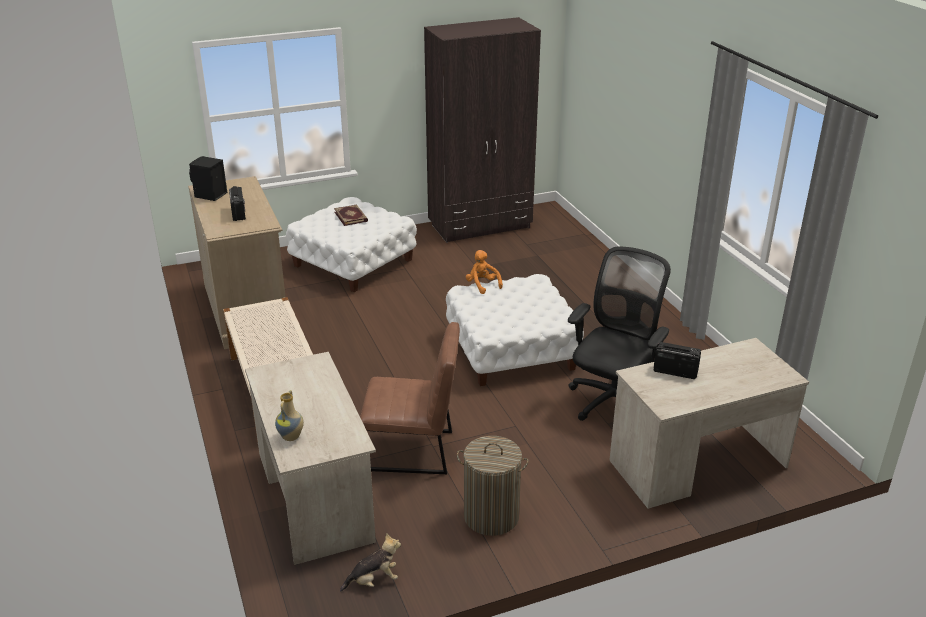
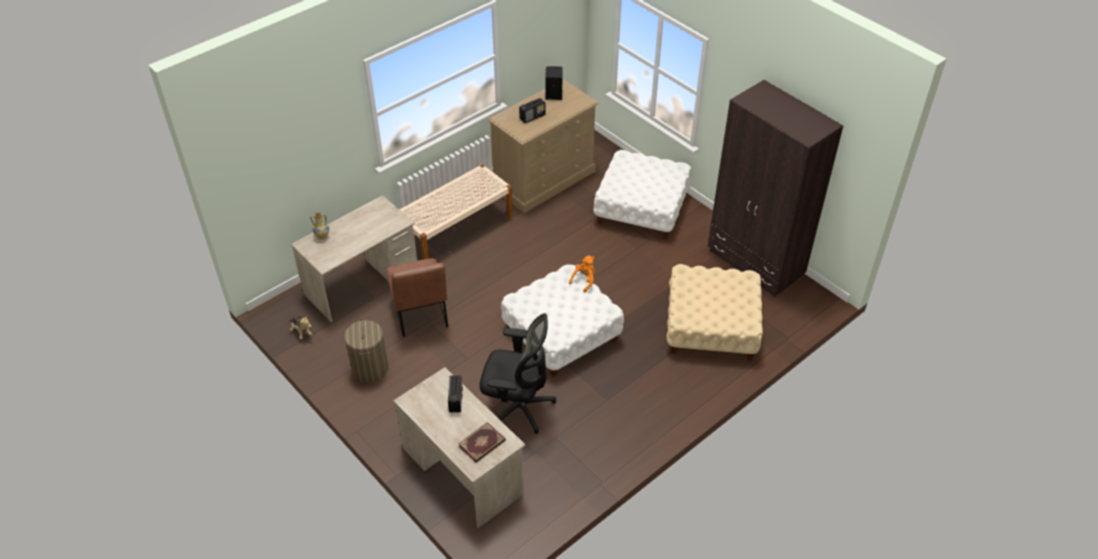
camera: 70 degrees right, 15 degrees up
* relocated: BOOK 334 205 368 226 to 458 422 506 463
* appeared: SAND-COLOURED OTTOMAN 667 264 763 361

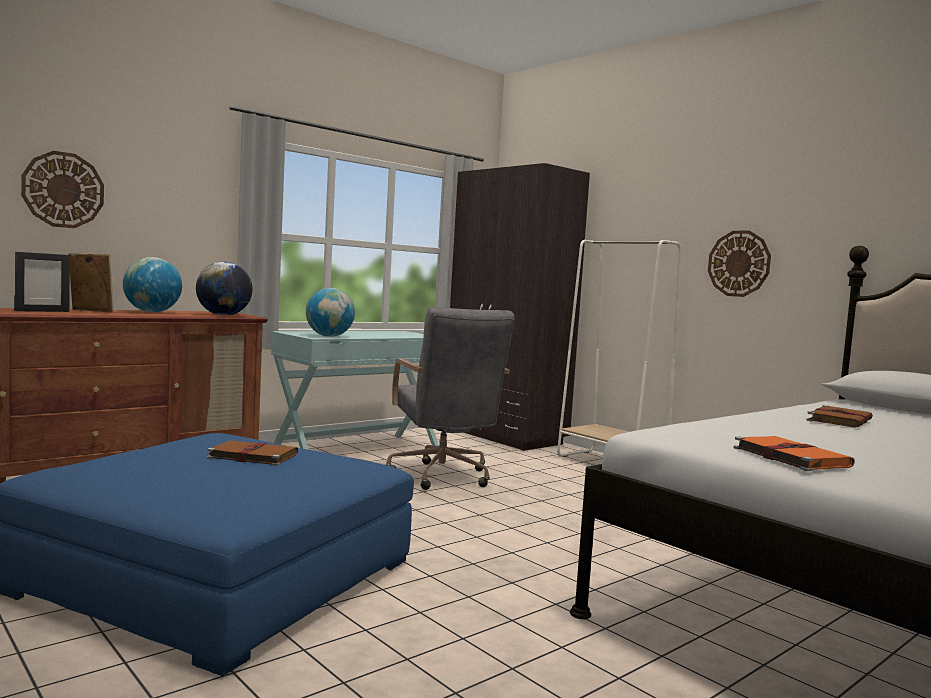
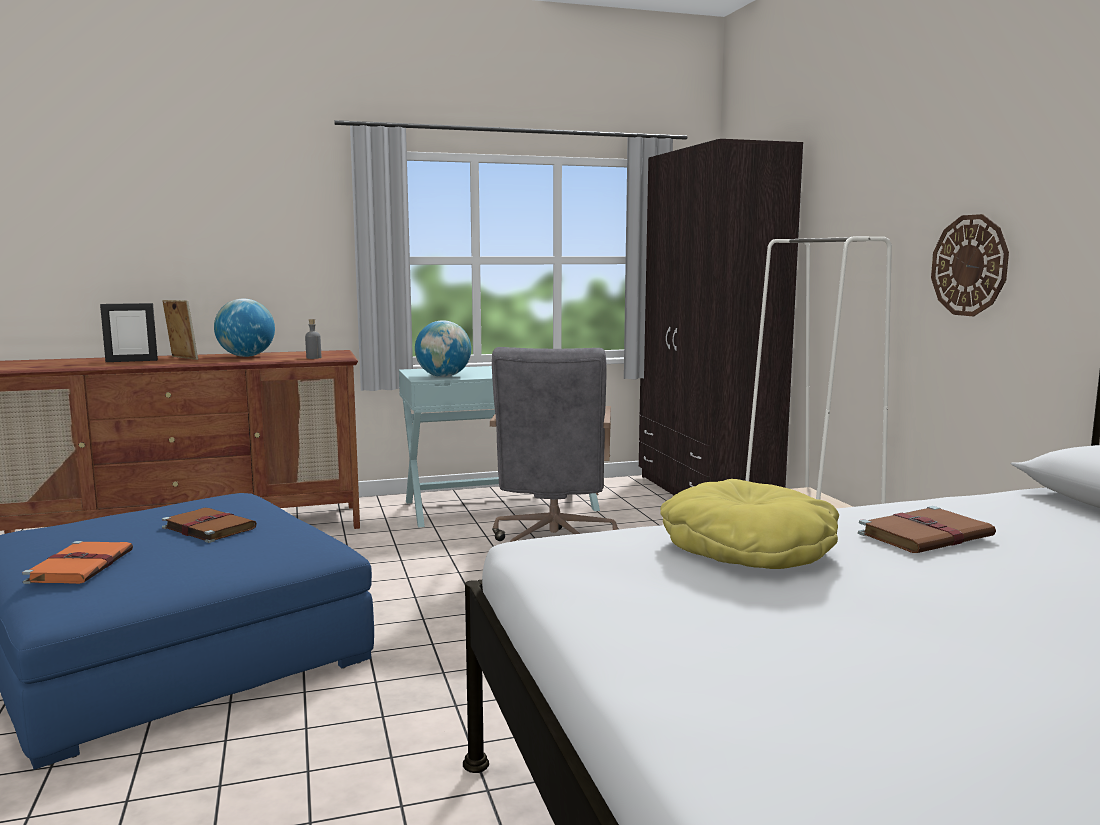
camera: 25 degrees right, 5 degrees up
* missing: HANGING CLOCK 21 151 104 228
* exchanged: WORLD GLOBE 196 261 253 316 to GRAY BEVERAGE BOTTLE 305 319 321 359
* relocated: ORANGE BOOK 733 436 855 471 to 22 541 133 584
* appeared: YELLOW-COLOURED CUSHION 660 479 839 569

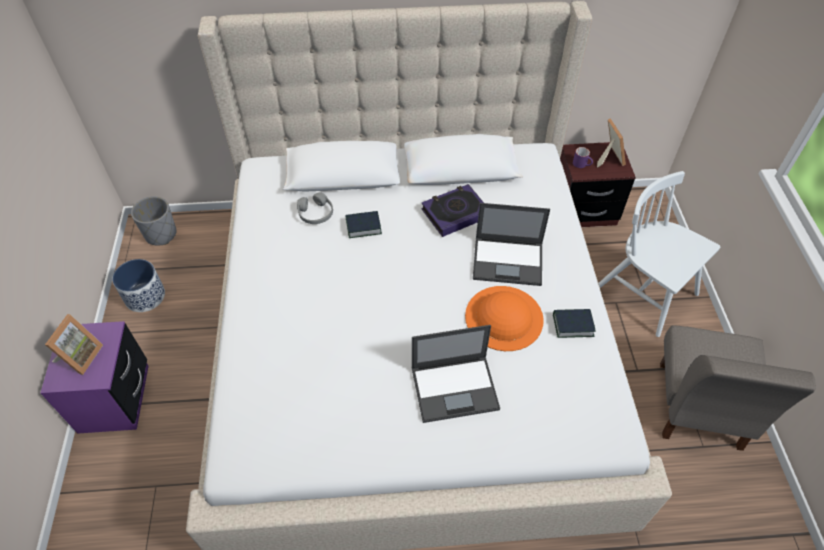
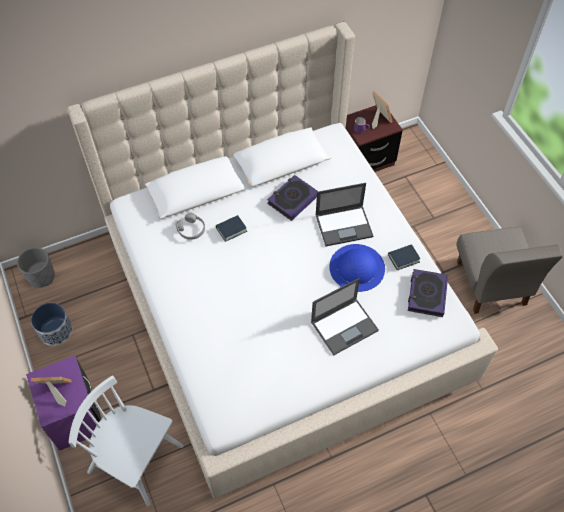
camera: 20 degrees left, 5 degrees up
* spun: PICTURE FRAME 45 314 103 375 = 31 377 71 406 90 degrees counterclockwise
* colour: ORANGE WEARABLE HAT 465 286 544 351 to BLUE-COLOURED WEARABLE HAT 329 244 385 292
* relocated: WHITISH UPRIGHT CHAIR 598 171 720 337 to 69 376 183 506
* appeared: BOOK 408 269 448 317

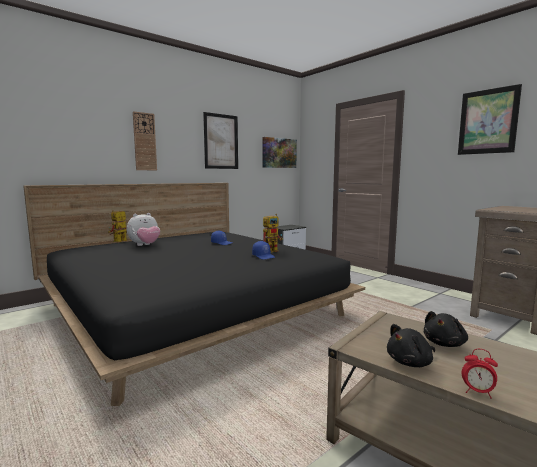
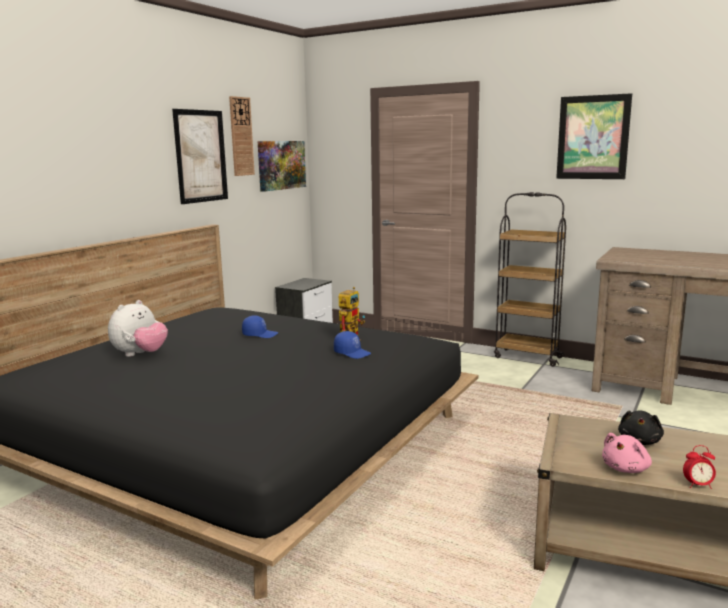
camera: 20 degrees left, 5 degrees up
* missing: ROBOT FIGURE 108 210 127 242
* relocated: HANGING CLOCK 133 111 157 170 to 229 96 255 176
* colour: BLACK PLUSH TOY 387 324 435 367 to PINKISH PLUSH TOY 602 433 652 473
* appeared: BROWN WHEELED CART 494 192 566 367

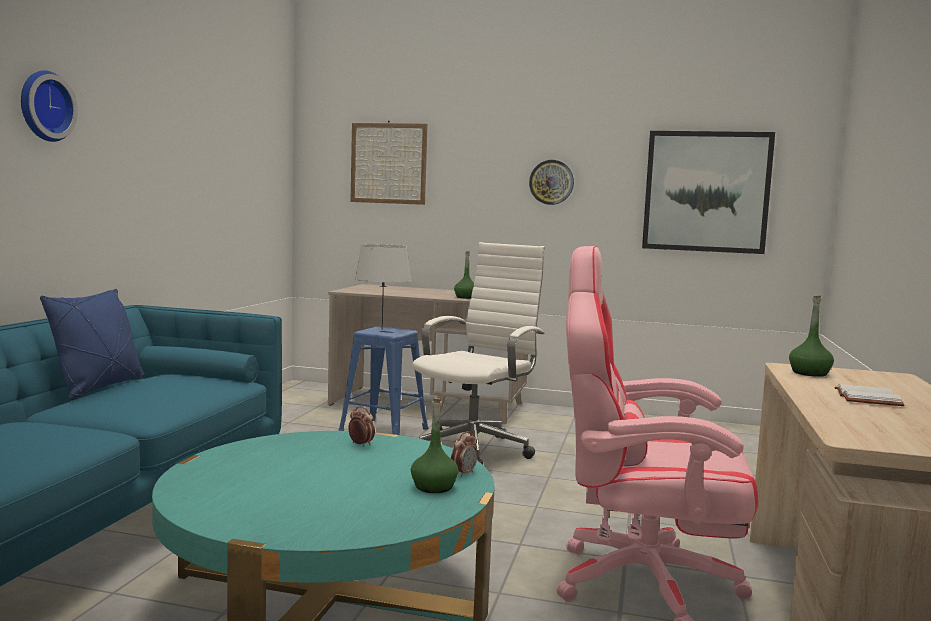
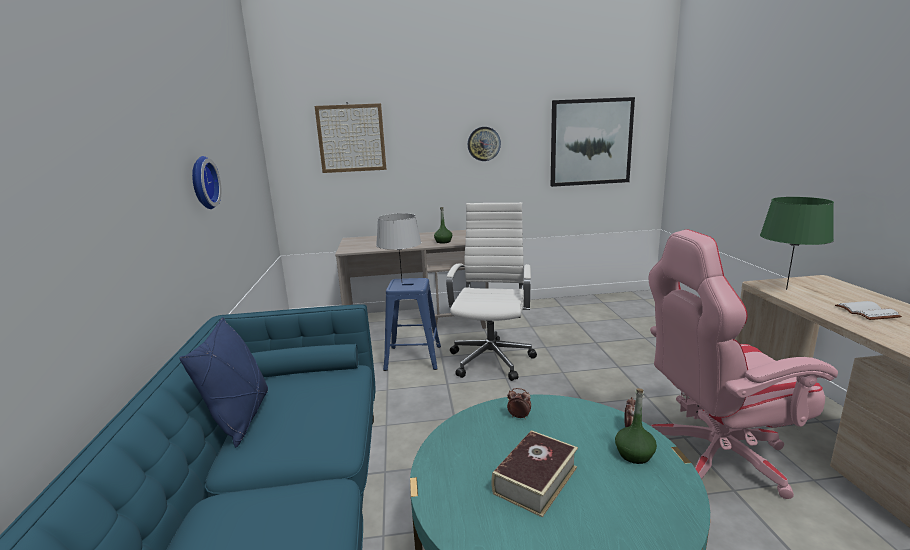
camera: 20 degrees left, 10 degrees up
* relocated: HANGING CLOCK 21 70 78 142 to 192 156 221 209
* exchanged: GREEN-COLOURED BEVERAGE BOTTLE 789 296 834 377 to GREEN-COLOURED LAMP FOR A TABLE 760 197 834 290
* appeared: BOOK 491 430 578 518

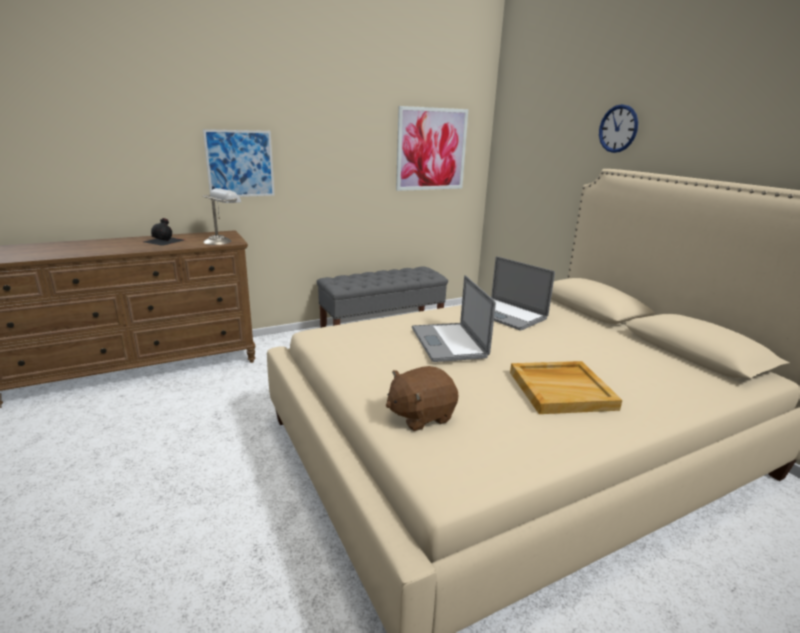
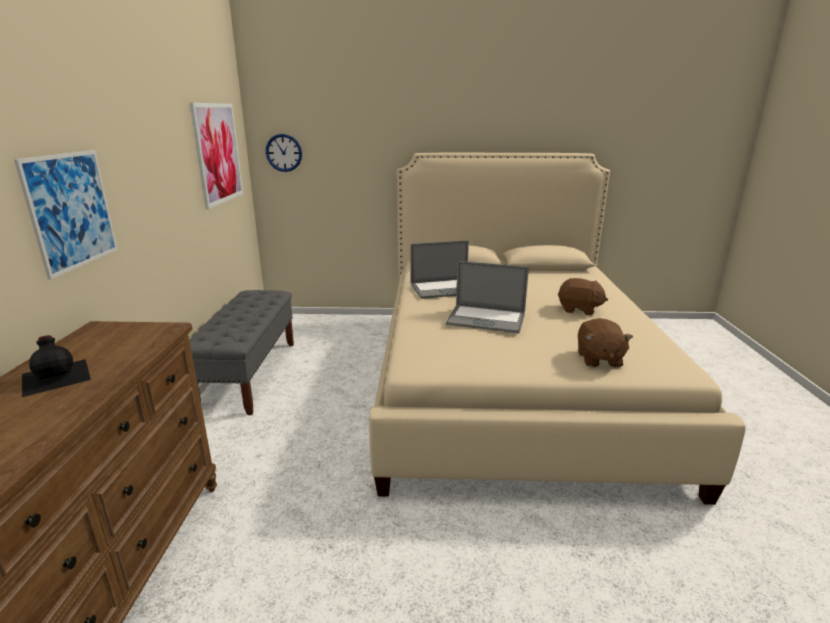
camera: 60 degrees left, 0 degrees up
* missing: WHITISH LAMP FOR A TABLE 203 188 241 245
* exchanged: SAND-COLOURED TRAY 510 361 622 414 to BROWN PLUSH TOY 558 278 608 315
* relocated: HANGING CLOCK 599 104 638 153 to 266 134 302 172

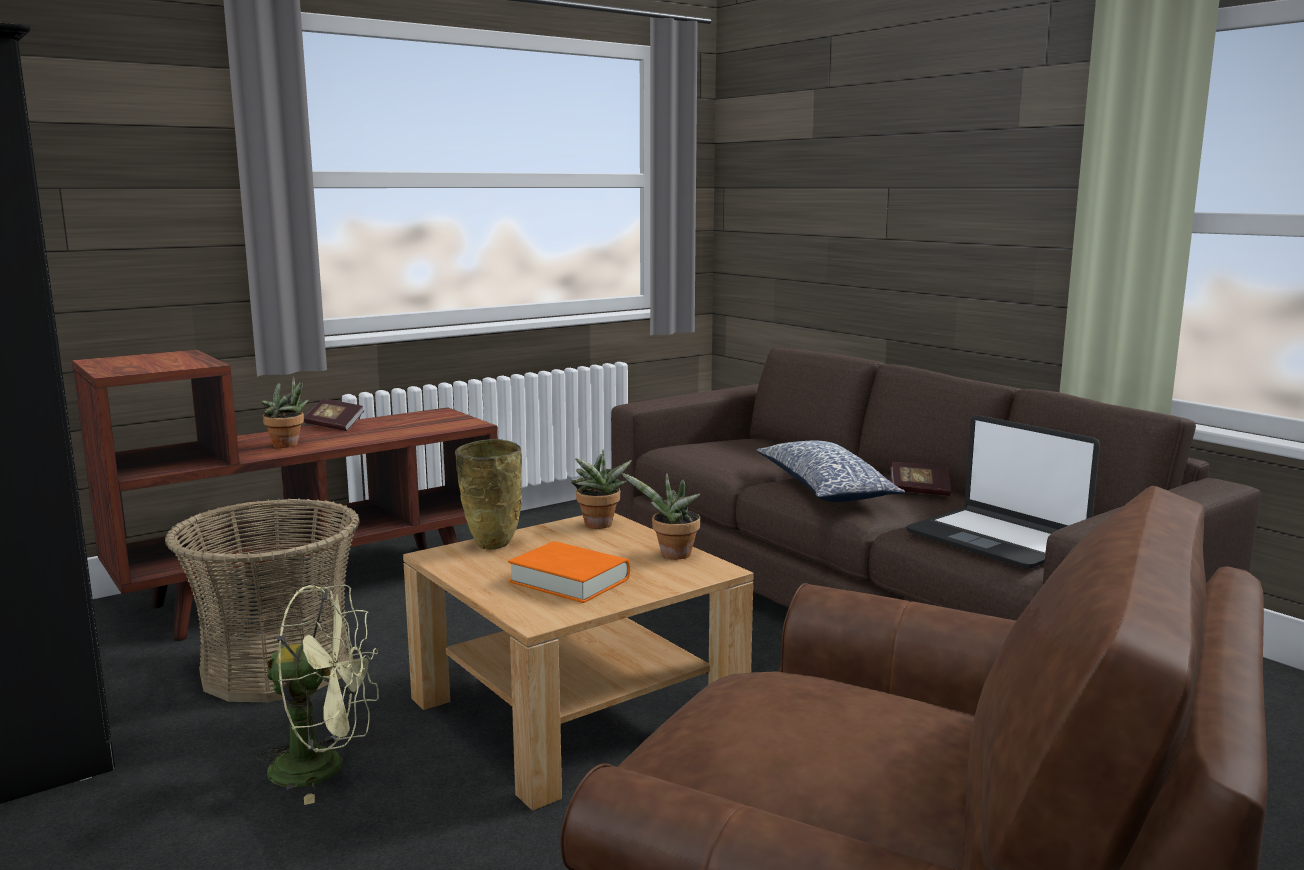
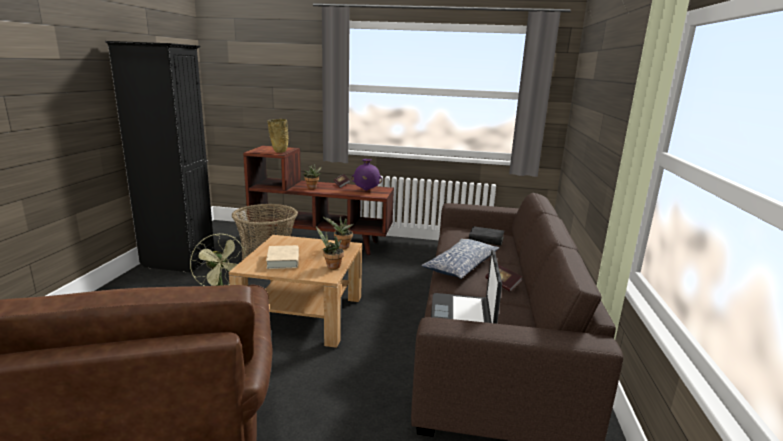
camera: 45 degrees right, 5 degrees up
* relocated: SAND-COLOURED DECORATIVE VASE 455 439 522 550 to 267 119 288 153
* colour: ORANGE BOOK 508 541 630 603 to SAND-COLOURED BOOK 266 245 299 269
* appeared: PURPLISH DECORATIVE VASE 351 159 382 191
* appeared: BLACK BOOK 469 226 504 245

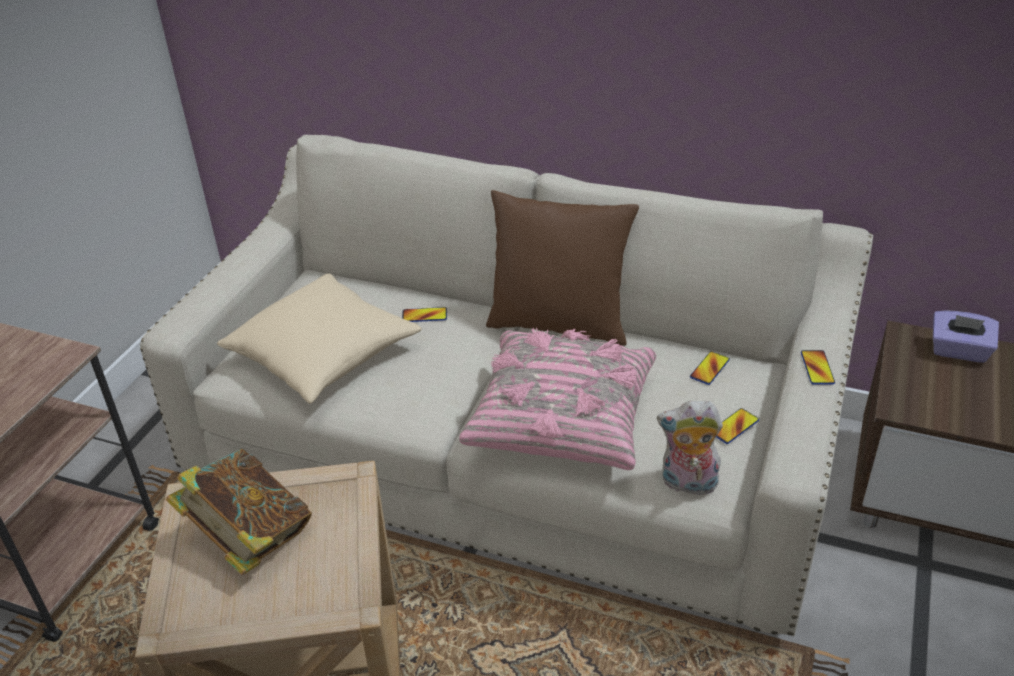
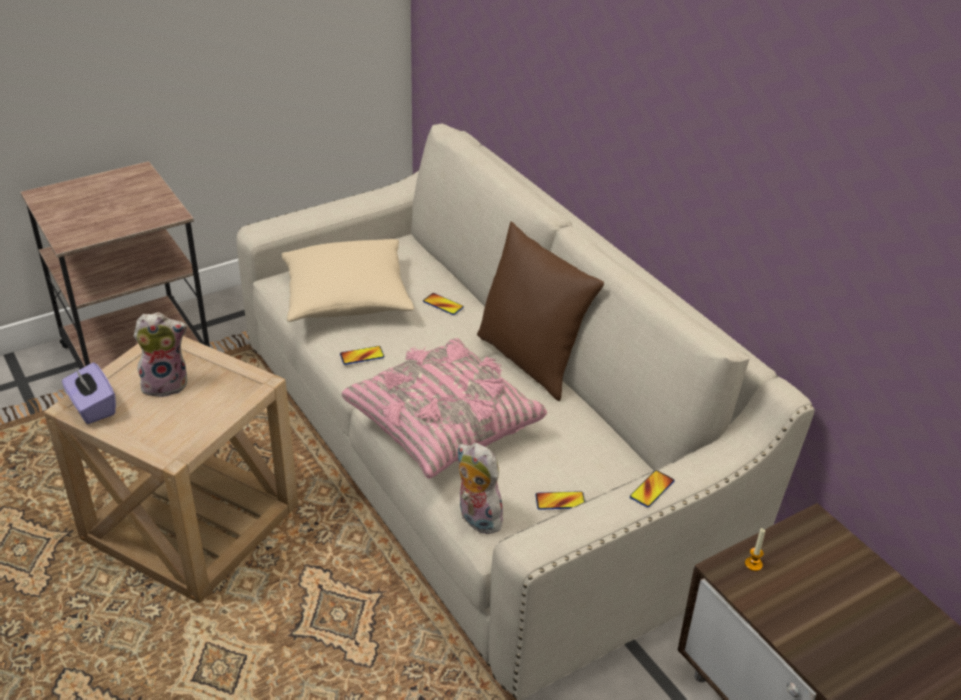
camera: 35 degrees right, 0 degrees up
* exchanged: BOOK 166 449 312 575 to PLUSH TOY 133 312 187 397
* relocated: HANDSET 690 351 730 385 to 340 346 384 365
* relocated: PURPLISH TISSUE HOLDER 933 310 999 363 to 62 363 116 424
* appeared: WAX LIGHT 745 528 765 571

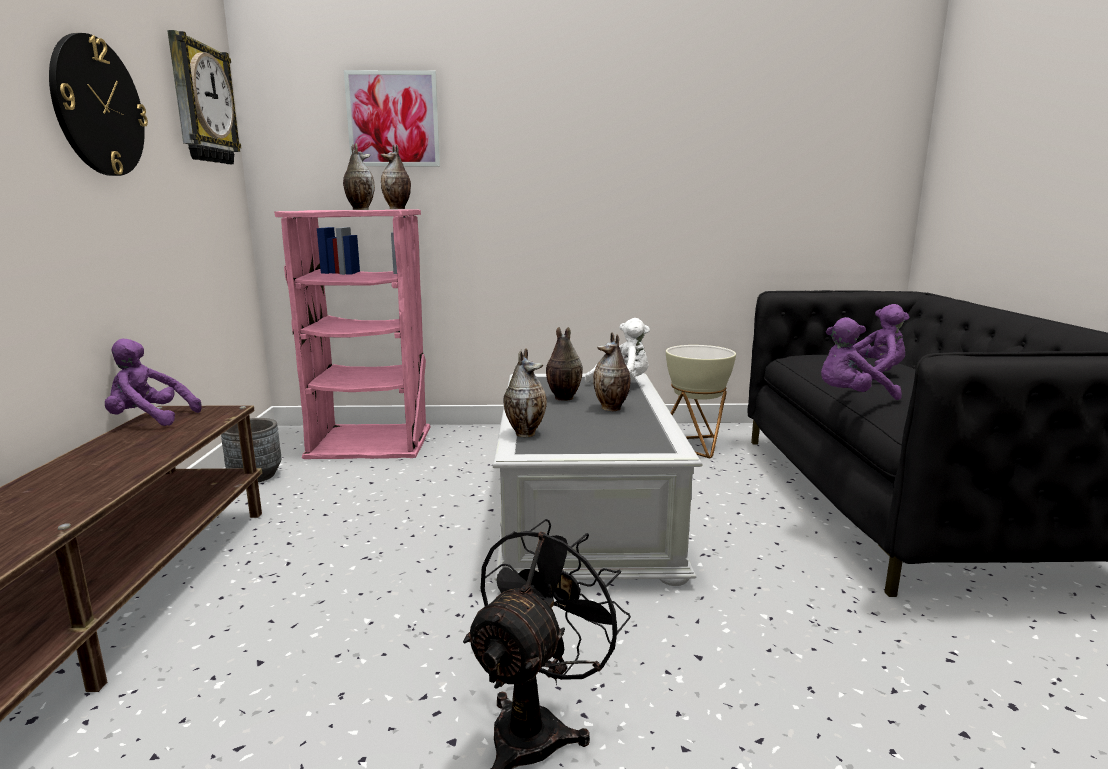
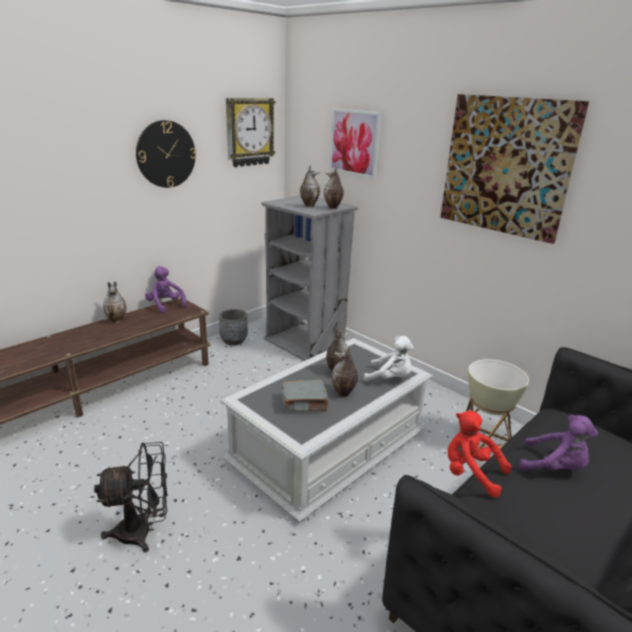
camera: 45 degrees right, 10 degrees up
* colour: PINKISH BOOKCASE 274 210 430 459 to GRAY BOOKCASE 261 195 358 361
* relocated: DECORATIVE VASE 504 348 547 437 to 103 281 126 323
* colour: PURPLISH PLUSH TOY 821 317 902 400 to RED-COLOURED PLUSH TOY 448 411 512 498
* appeared: GRAY BOOK 282 379 329 412
* appeared: WALL PICTURE 440 94 589 244

